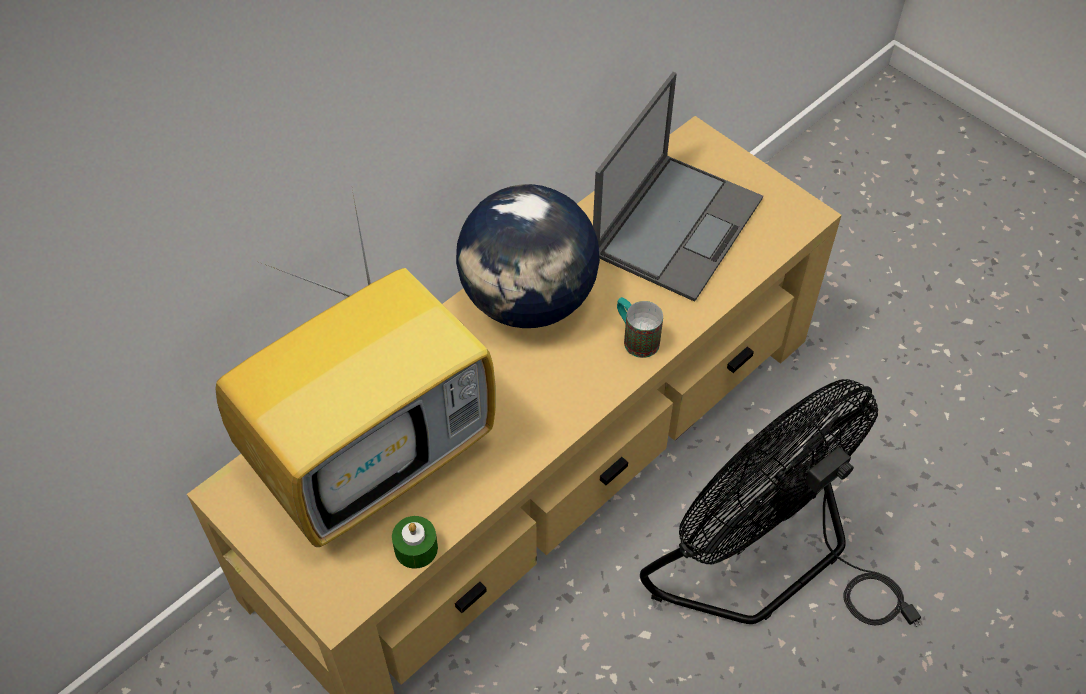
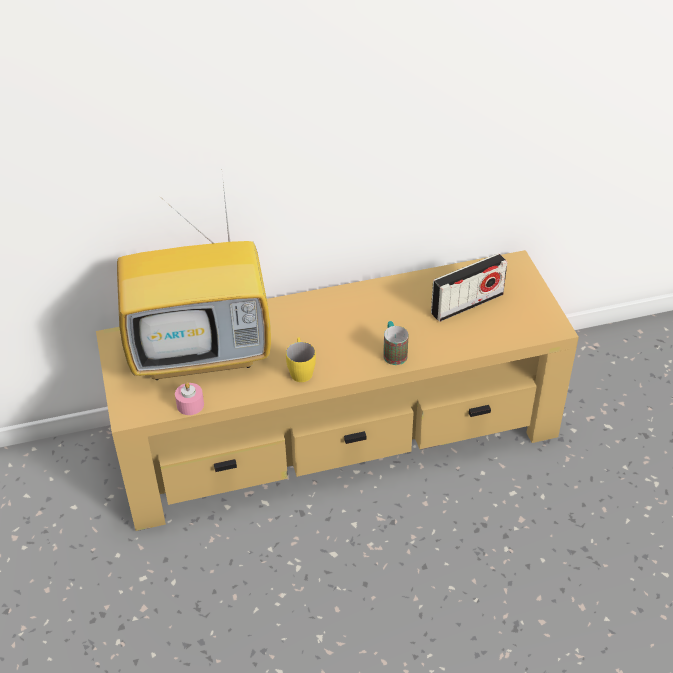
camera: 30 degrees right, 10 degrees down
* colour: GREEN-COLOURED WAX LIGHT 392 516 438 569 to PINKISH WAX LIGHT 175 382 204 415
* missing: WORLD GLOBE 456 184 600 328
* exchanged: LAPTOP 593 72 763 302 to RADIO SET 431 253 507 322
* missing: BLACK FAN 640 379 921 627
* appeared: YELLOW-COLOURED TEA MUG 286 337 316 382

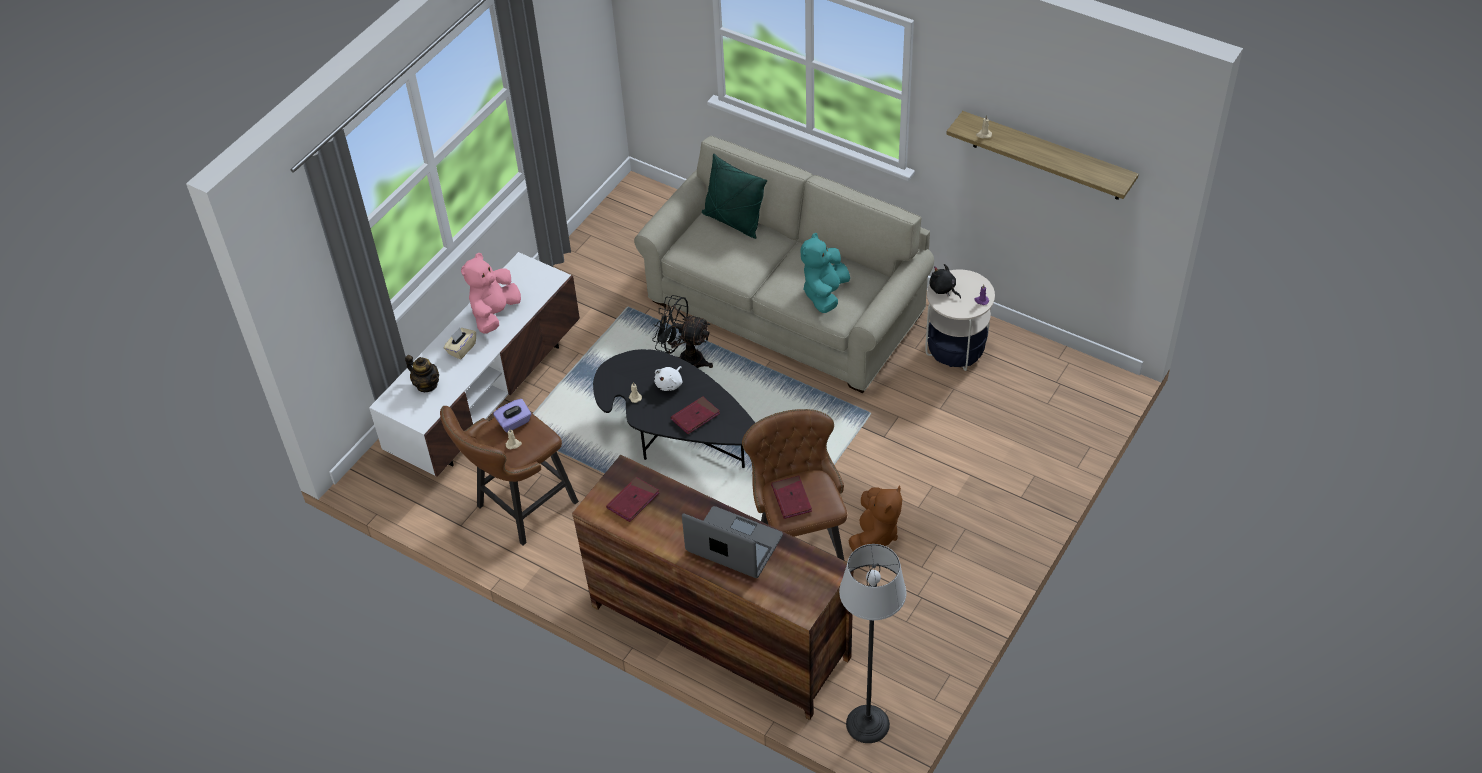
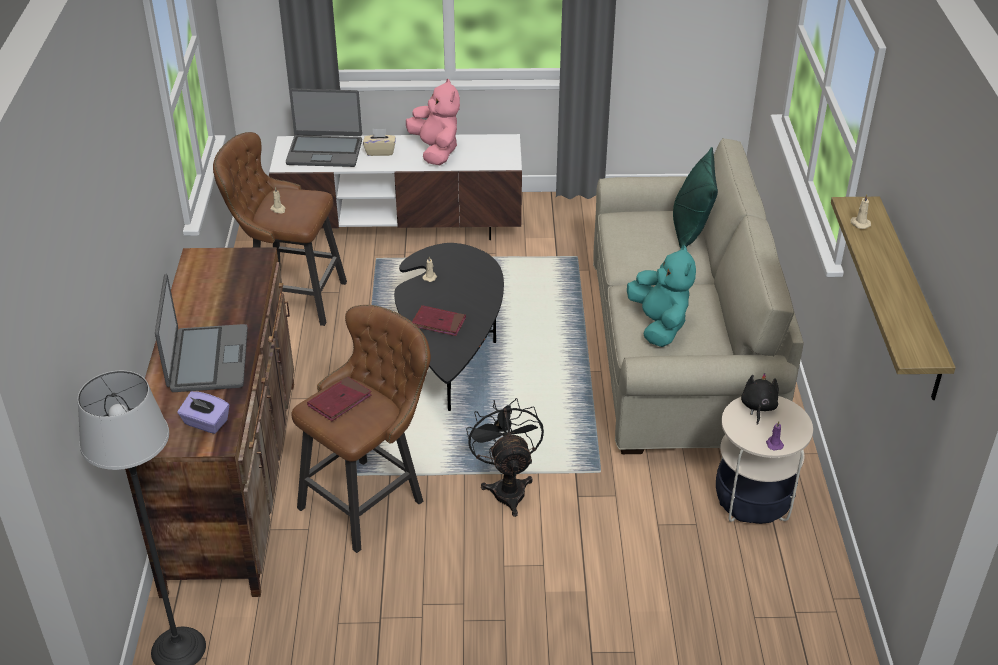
camera: 55 degrees right, 10 degrees down
* exchanged: POT FOR TEA 405 355 439 392 to LAPTOP 286 89 362 167
* spun: PINKISH PLUSH TOY 461 253 521 334 = 406 78 460 165 75 degrees clockwise
* relocated: PURPLISH TISSUE HOLDER 493 399 531 433 to 177 391 229 434
* missing: RED-COLOURED BOOK 606 477 659 522
* relocated: BLACK FAN 652 295 713 368 to 466 398 544 517
* missing: WHITISH PLUSH TOY 654 366 682 391
* spun: TURQUOISE PLUSH TOY 800 233 850 313 = 627 245 696 347 90 degrees clockwise
* missing: BROWN PLUSH TOY 849 485 902 551

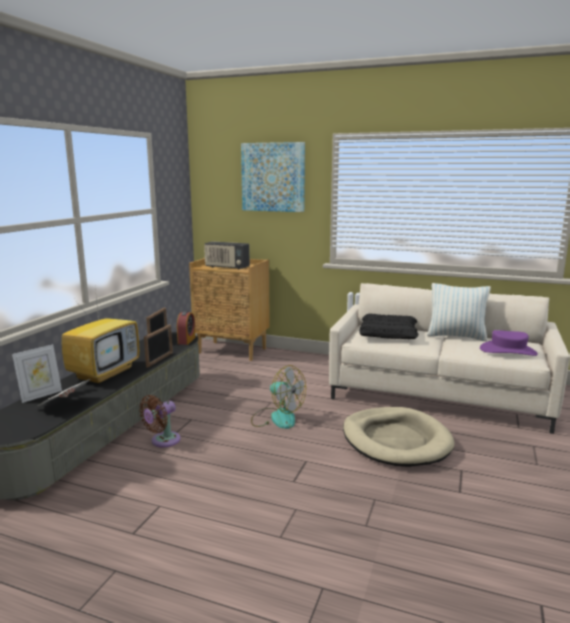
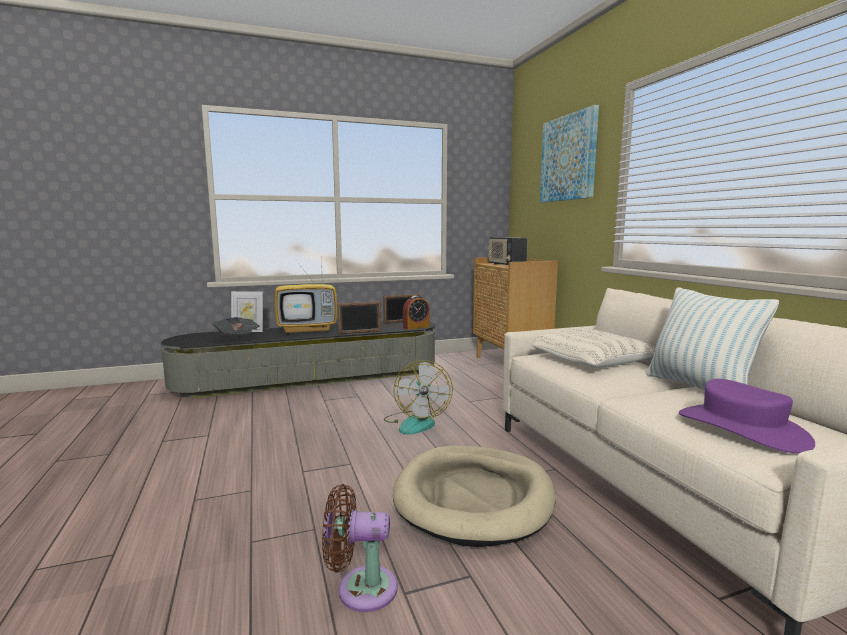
camera: 50 degrees right, 5 degrees down
* relocated: BROWN FAN 139 395 181 447 to 322 484 398 612
* colour: BLACK CUSHION 359 314 418 339 to SAND-COLOURED CUSHION 533 328 655 368

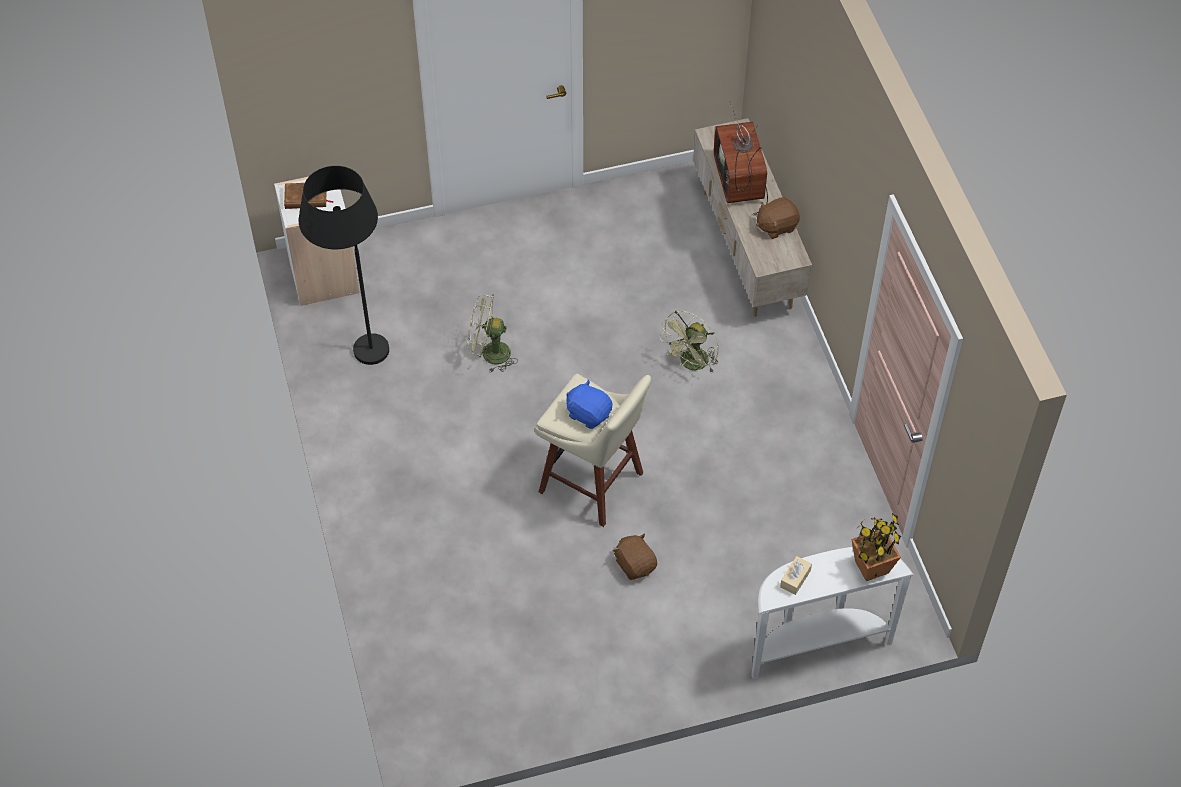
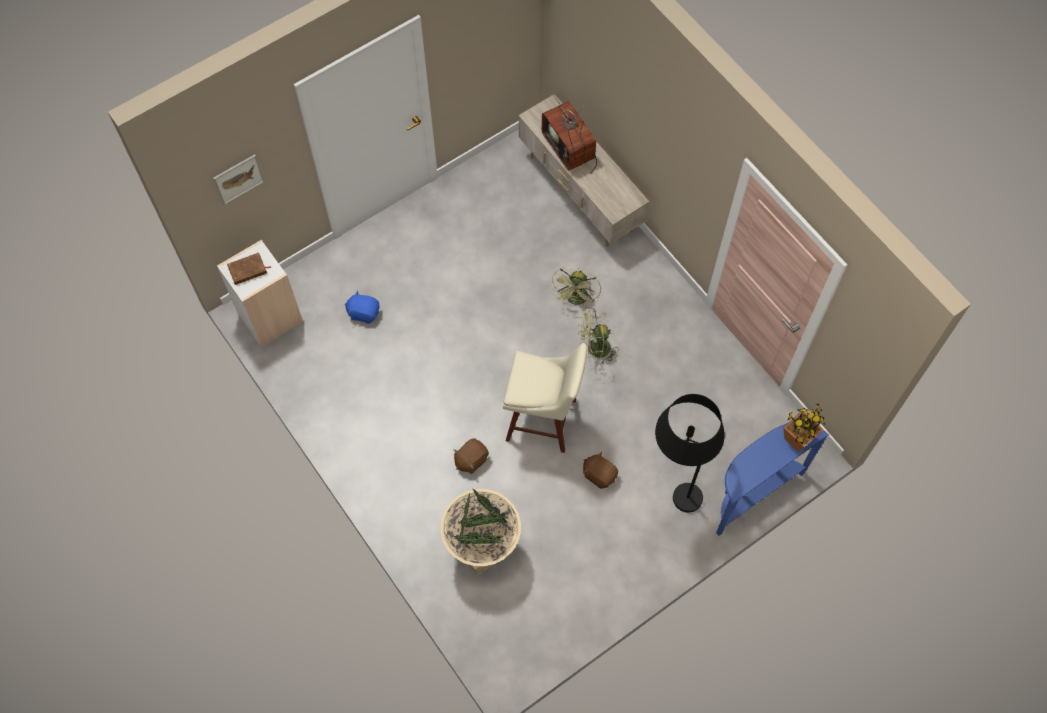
camera: 20 degrees left, 10 degrees up
* relocated: BLACK STANDARD LAMP 298 166 389 365 to 655 394 725 513
* relocated: GREEN-COLOURED FAN 467 294 518 372 to 577 308 619 365
* relocated: BLUE-COLOURED PLUSH TOY 566 379 613 429 to 345 291 380 324
* colour: WHITISH NARROW TABLE 751 547 914 680 to BLUE-COLOURED NARROW TABLE 716 423 829 536
* relocated: BROWN PLUSH TOY 756 197 800 239 to 454 438 489 474
* missing: SAND-COLOURED TISSUE HOLDER 780 556 812 595
* appeared: WALL PICTURE 213 154 265 205
* appeared: SAND-COLOURED PLANTER 440 489 521 576

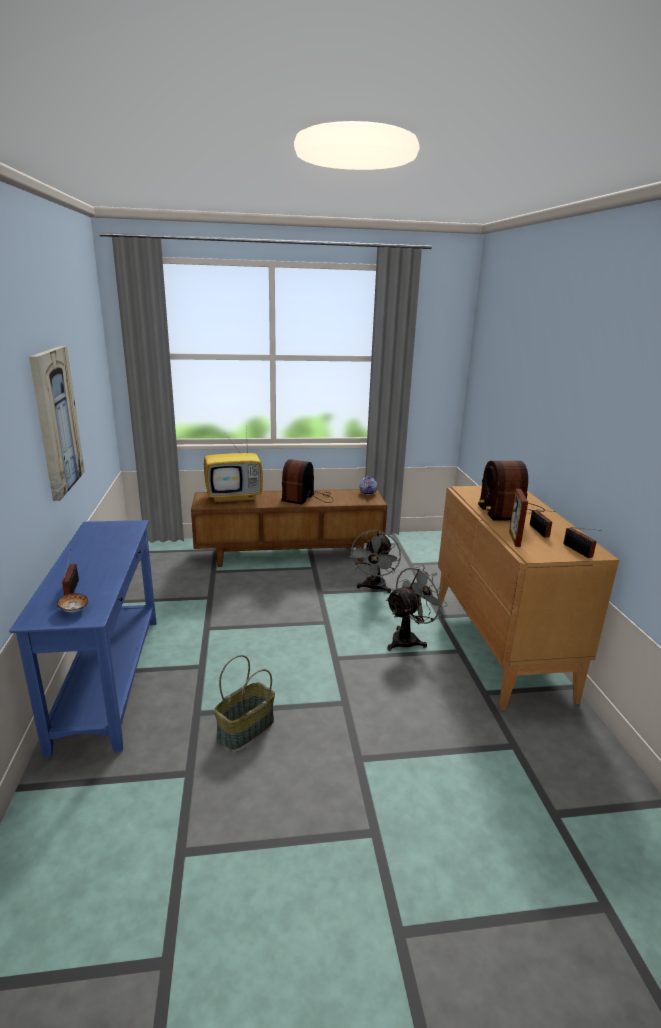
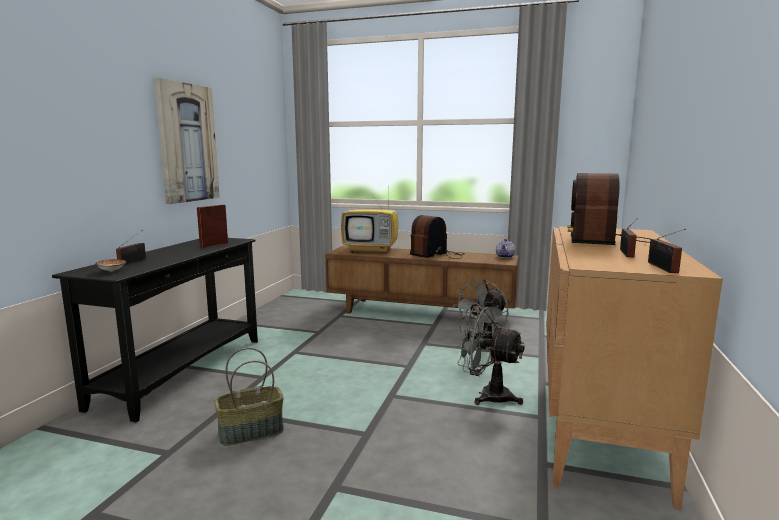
camera: 25 degrees right, 10 degrees down
* colour: BLUE-COLOURED NARROW TABLE 9 520 157 758 to BLACK NARROW TABLE 52 238 258 423
* spun: GRAY FAN 386 565 448 651 = 456 306 525 405 135 degrees counterclockwise
* relocated: PICTURE FRAME 509 489 528 547 to 197 205 228 248

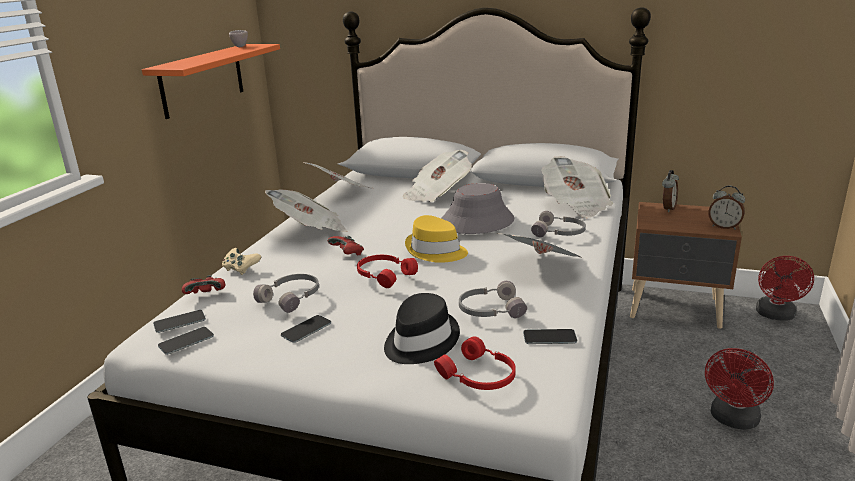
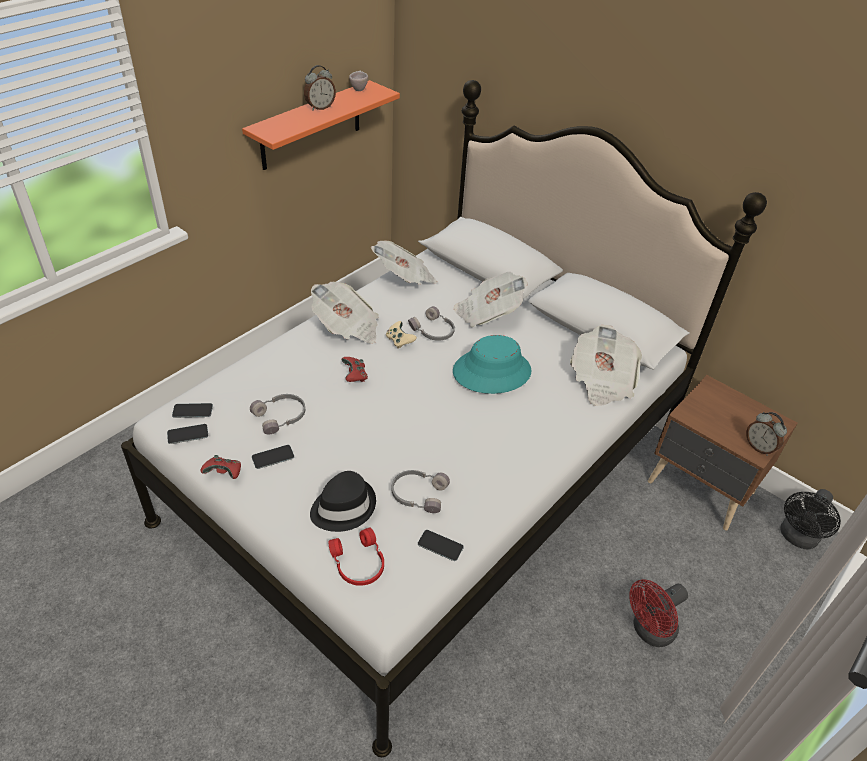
camera: 20 degrees right, 20 degrees up
* relocated: RED-COLOURED GAME CONTROLLER 182 275 225 294 to 200 455 241 479
* relocated: SAND-COLOURED GAME CONTROLLER 222 248 261 275 to 386 321 417 349
* missing: RED-COLOURED HEADPHONES 357 255 418 288
* missing: YELLOW-COLOURED WEARABLE HAT 405 215 468 263
* colour: GRAY WEARABLE HAT 441 183 514 234 to TURQUOISE WEARABLE HAT 453 335 532 394
* missing: NEWSPAPER 497 233 582 258
* relocated: GRAY HEADPHONES 531 211 586 237 to 408 306 455 341
* relocated: BEDSIDE CLOCK 662 170 679 212 to 304 65 336 111
* colour: RED-COLOURED FAN 756 256 814 320 to BLACK FAN 780 489 841 549

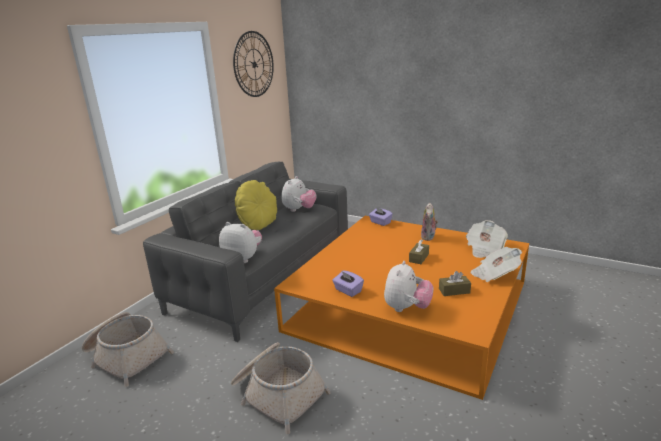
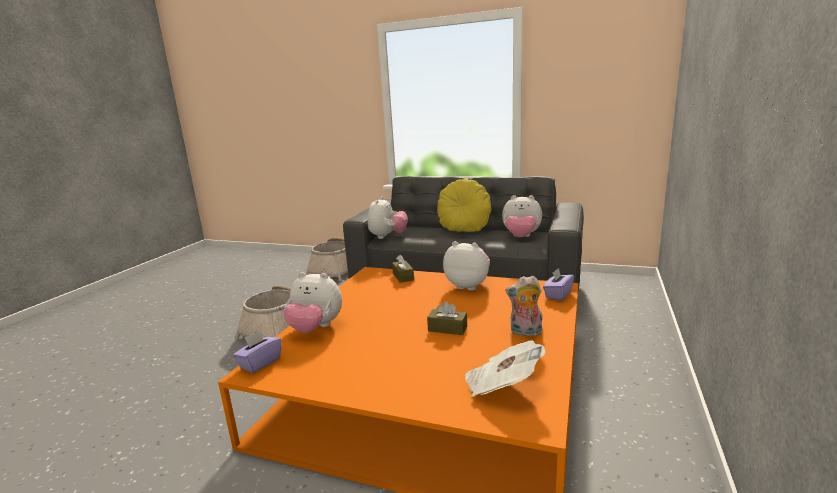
camera: 80 degrees right, 5 degrees down
* missing: HANGING CLOCK 233 31 274 97
* relocated: PURPLISH TISSUE HOLDER 332 271 364 297 to 233 330 282 373
* relocated: BROWN TISSUE HOLDER 439 271 471 296 to 392 255 414 283
* missing: NEWSPAPER 471 247 522 282
* appeared: PLUSH TOY 443 241 490 291

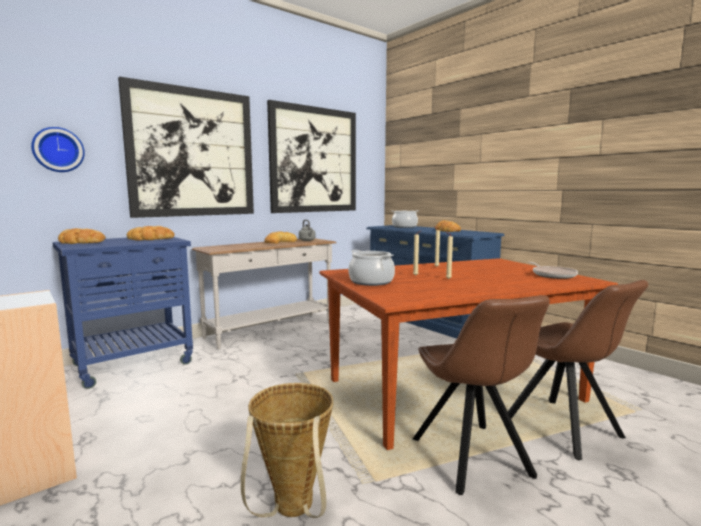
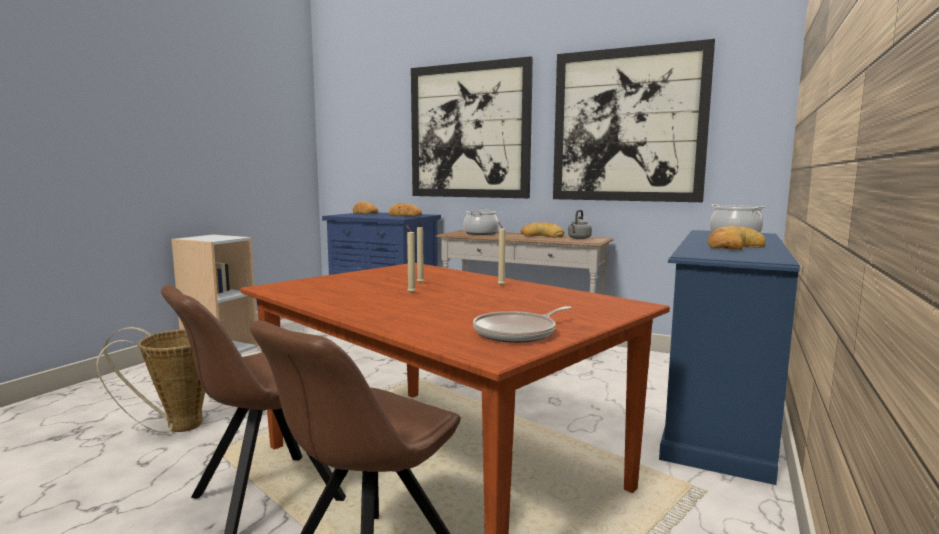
camera: 65 degrees right, 0 degrees up
* missing: HANGING CLOCK 31 127 85 172
* relocated: STOCKPOT 348 250 395 286 to 464 210 499 235

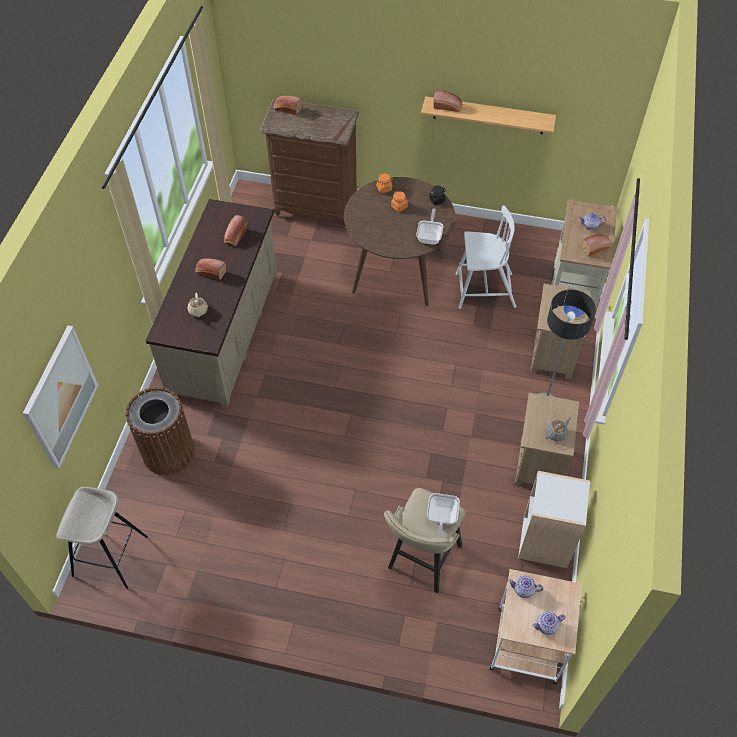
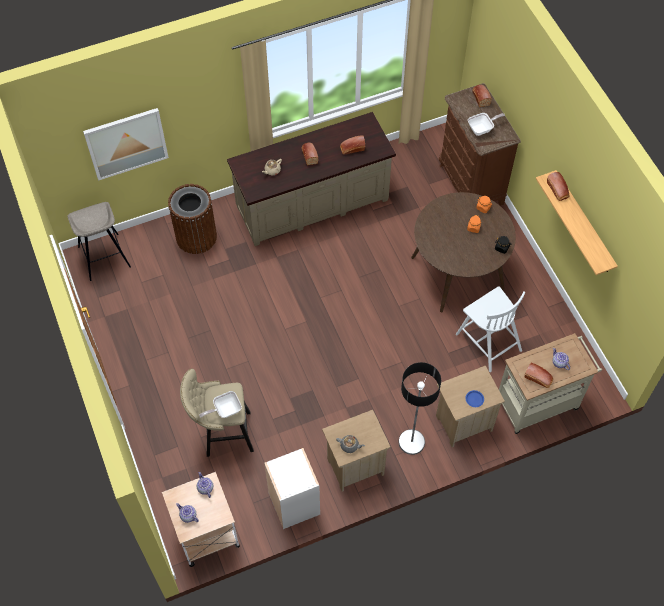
camera: 55 degrees right, 5 degrees up
* relocated: FRYING PAN 416 208 443 245 to 468 113 505 136

